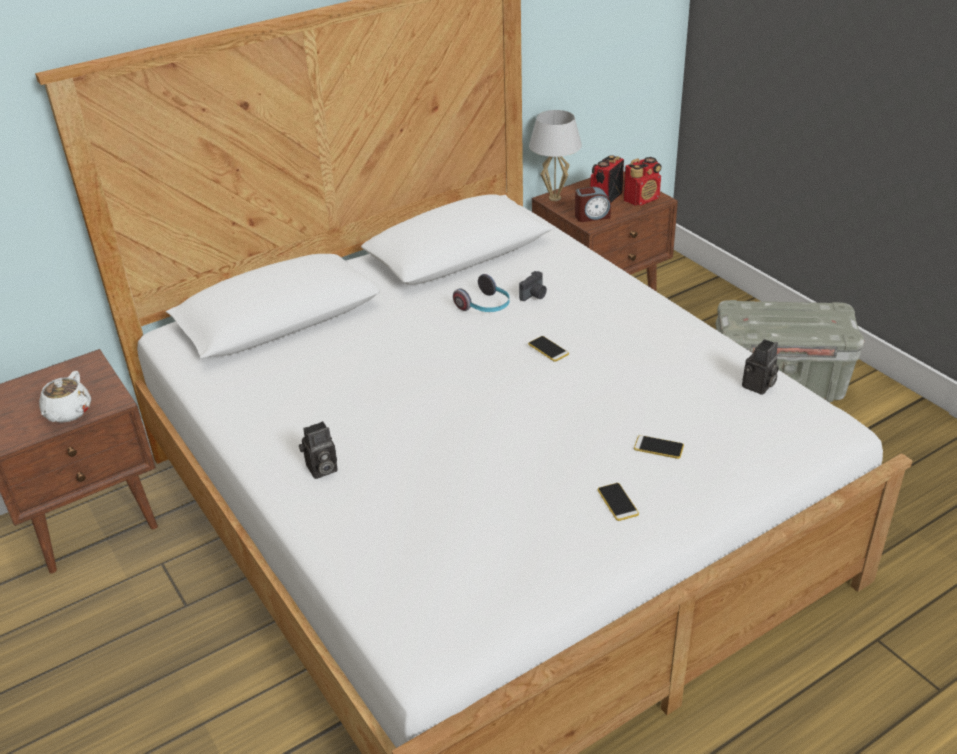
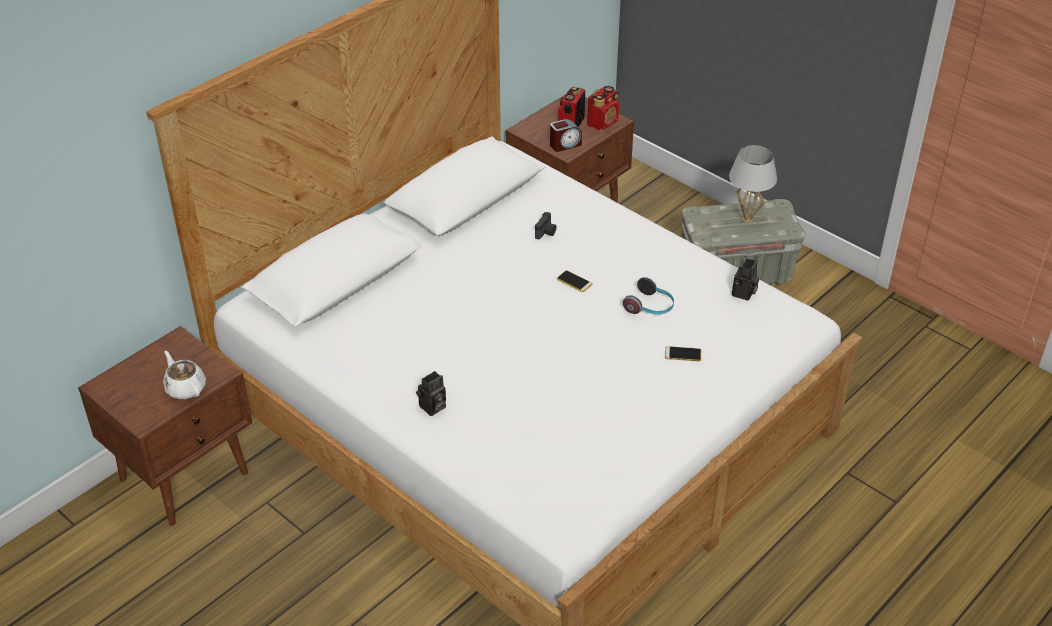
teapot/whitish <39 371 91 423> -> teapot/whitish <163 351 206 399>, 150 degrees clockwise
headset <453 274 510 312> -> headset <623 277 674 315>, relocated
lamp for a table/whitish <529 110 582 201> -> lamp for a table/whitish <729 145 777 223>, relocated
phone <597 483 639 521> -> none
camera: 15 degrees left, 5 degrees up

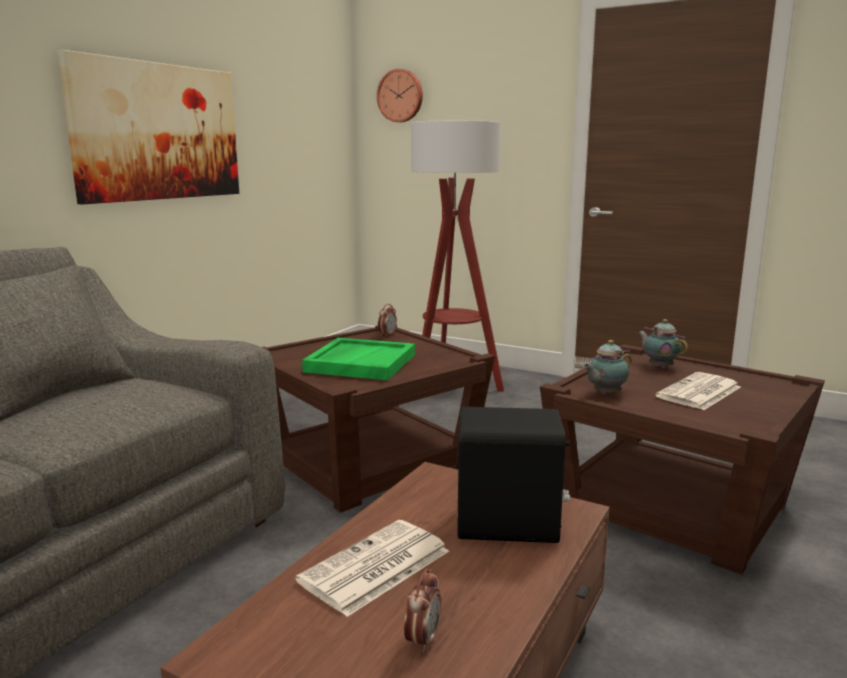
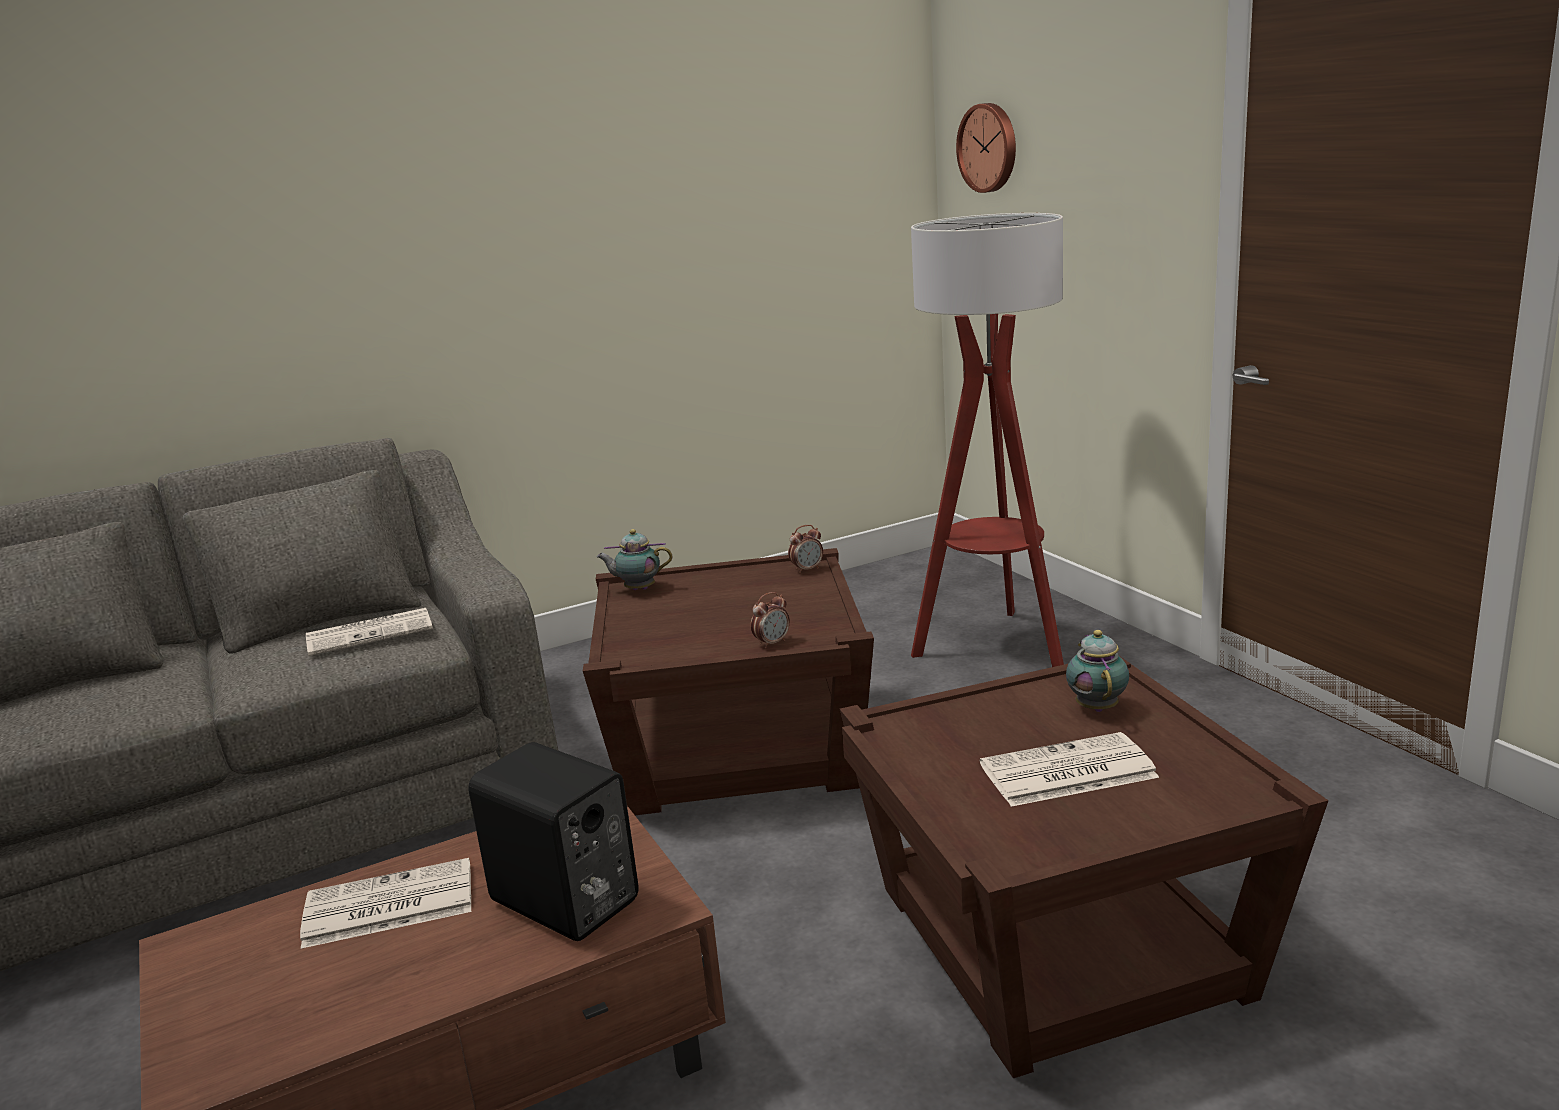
wall art <57 50 239 204> -> none
serving tray/greenish <302 338 415 380> -> none
bedside clock <404 569 441 653> -> bedside clock <751 592 790 649>, relocated
teapot <583 340 632 395> -> teapot <597 529 673 590>, relocated
none -> daily paper <306 608 433 656>
camera: 35 degrees right, 5 degrees up

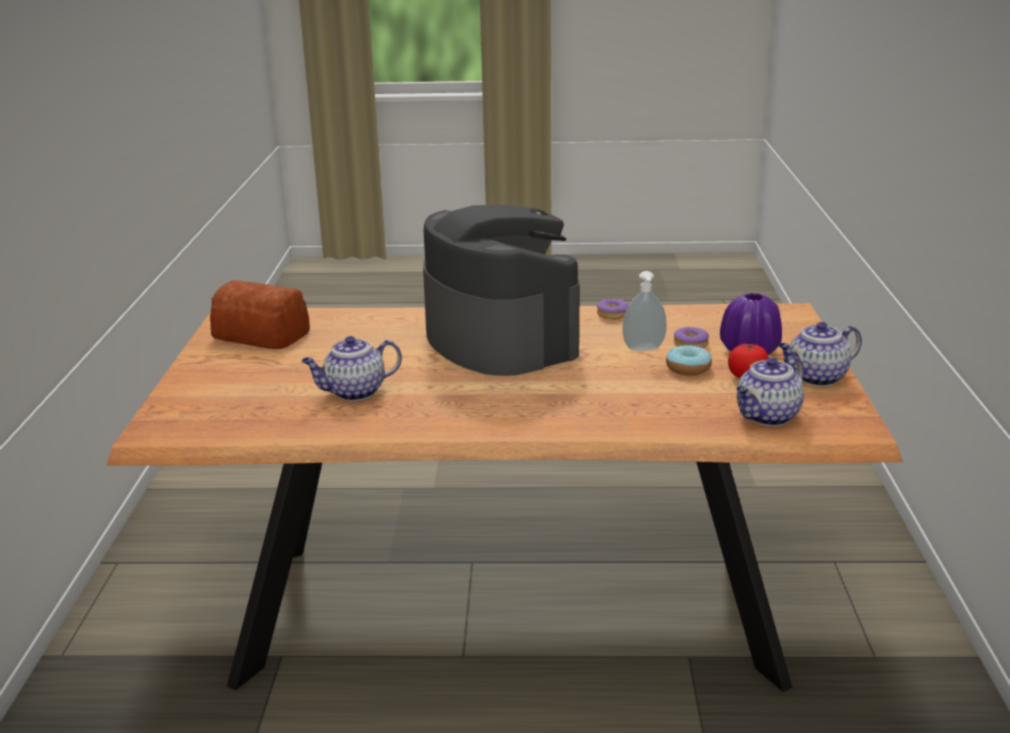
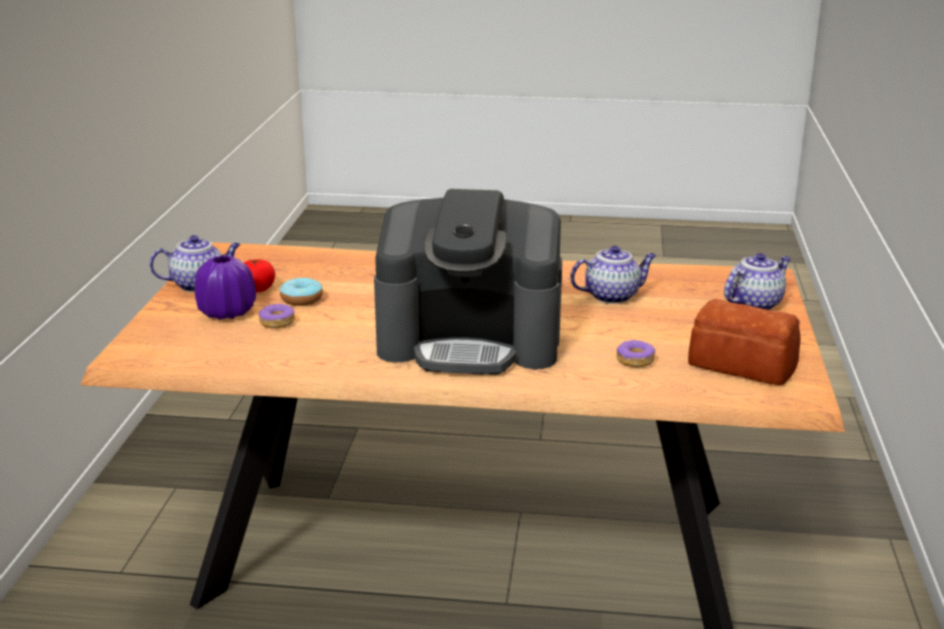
coffee brewer <423 205 580 376> -> coffee brewer <374 189 562 375>, 60 degrees counterclockwise
doughnut <597 298 629 319> -> doughnut <617 340 655 367>, relocated
liquid soap bottle <623 271 667 351> -> none
teapot <736 357 804 426> -> teapot <724 253 791 310>, relocated
camera: 175 degrees left, 0 degrees up

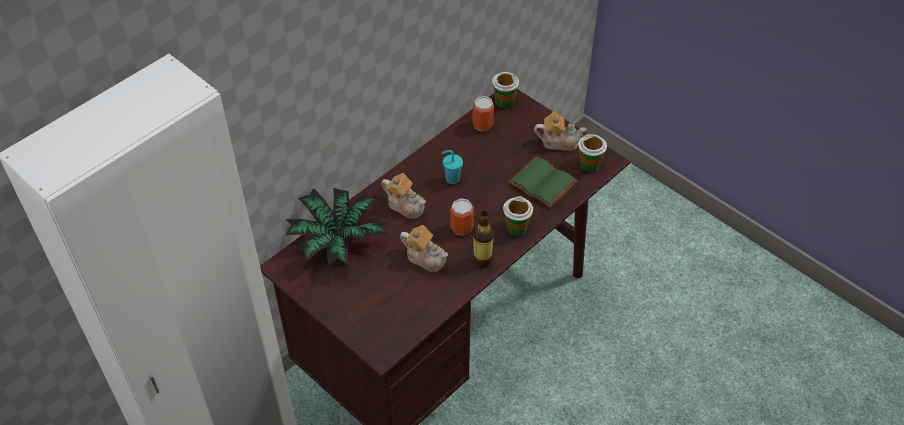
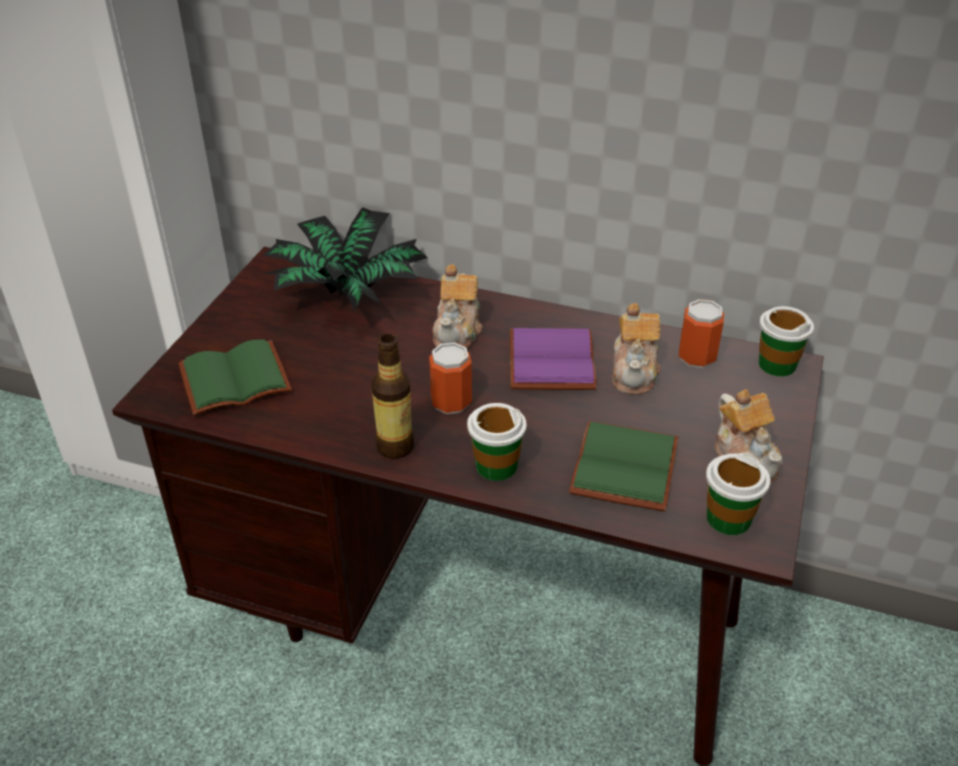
teapot <400 225 448 272> -> teapot <612 303 660 395>, relocated
cup/turquoise <442 150 463 184> -> book/purple <510 328 597 390>
none -> book/greenish <178 339 292 416>
camera: 65 degrees right, 10 degrees down

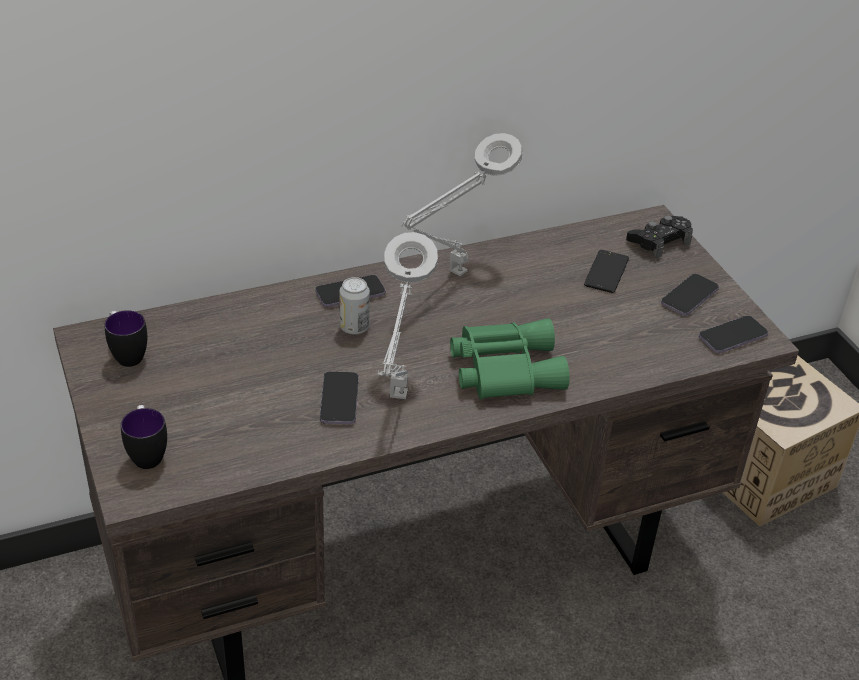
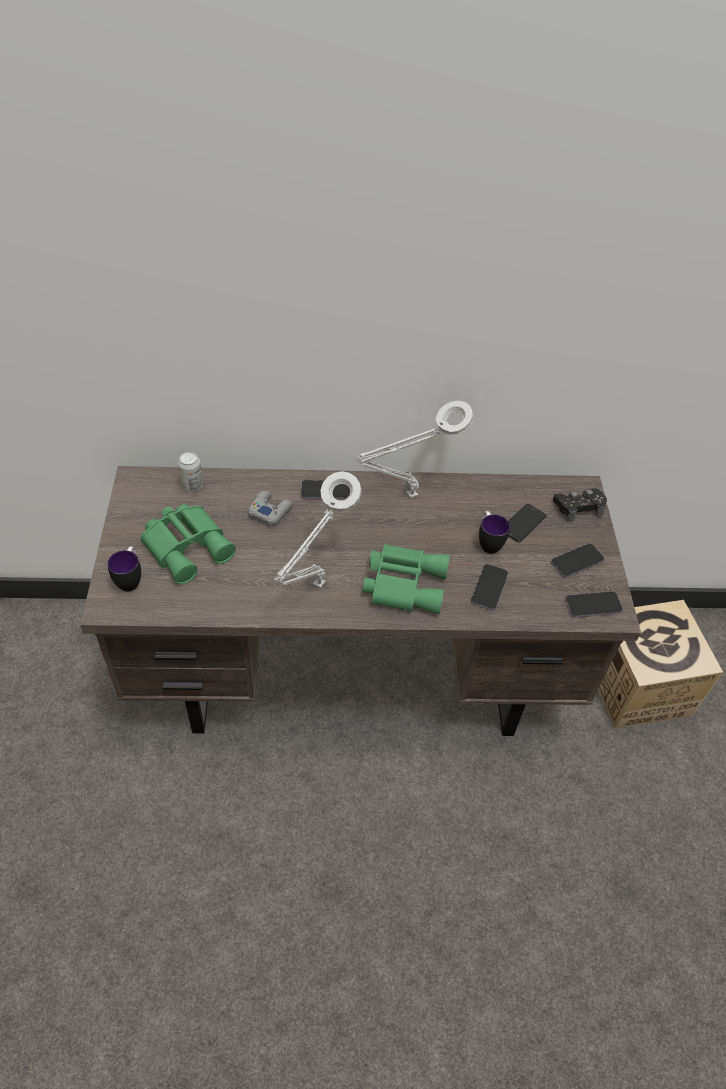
mug <104 310 147 367> -> mug <479 511 510 554>, relocated
phone <320 371 359 424> -> phone <471 564 508 610>, relocated
can <340 277 370 335> -> can <178 452 203 492>, relocated
none -> field glasses/greenish <141 504 236 584>
none -> game controller/greyish <248 491 293 525>
camera: 20 degrees right, 10 degrees up

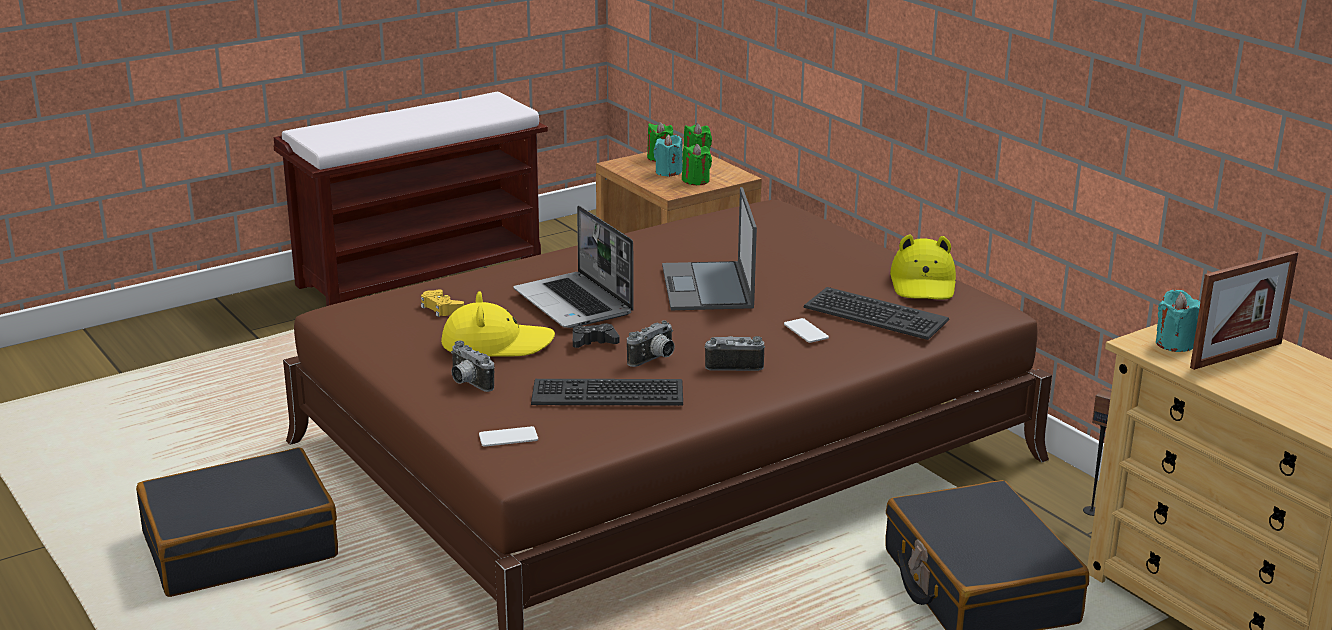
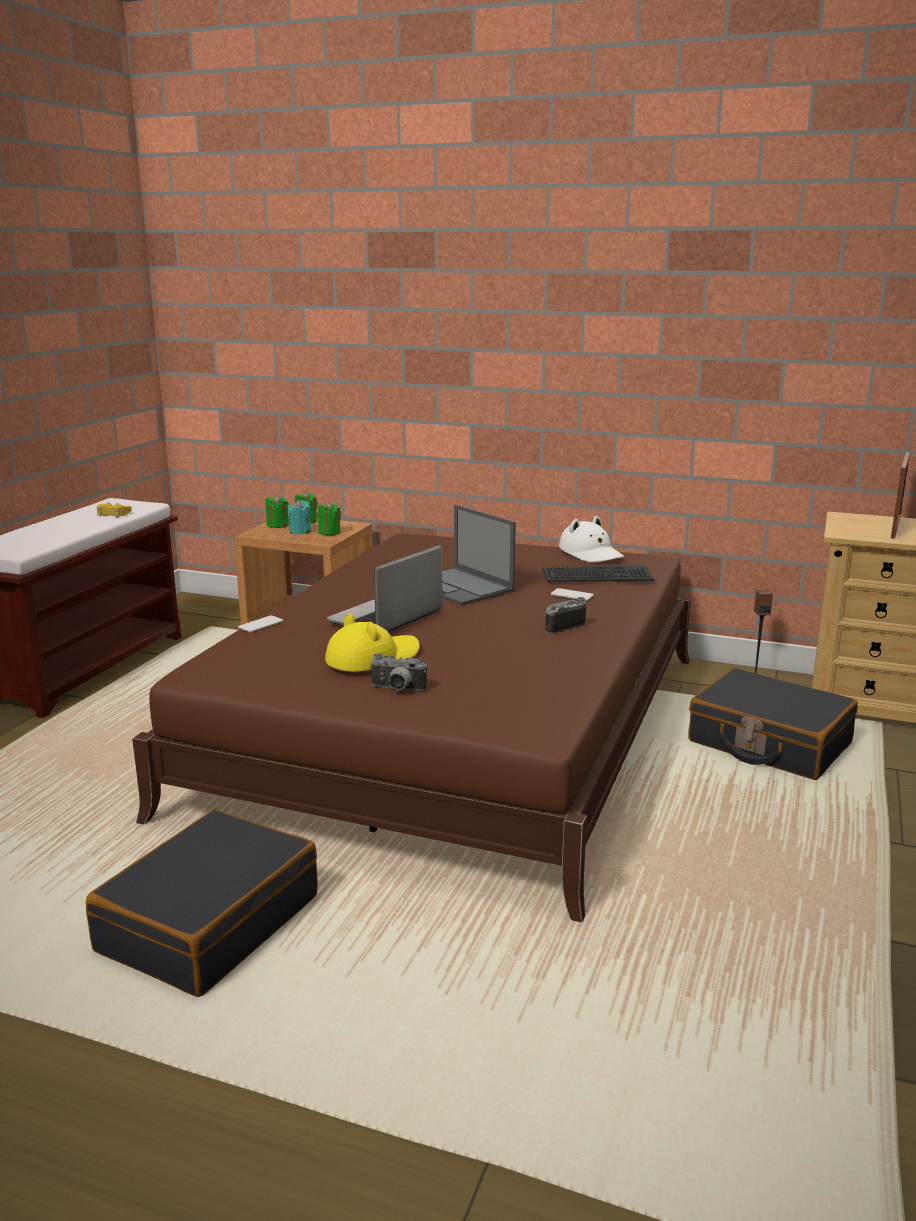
game controller/yellowish <421 290 464 317> -> game controller/yellowish <97 502 132 517>, relocated
phone <479 426 538 447> -> phone <238 615 283 632>, relocated
portable computer <513 205 634 328> -> portable computer <327 545 442 632>, 105 degrees clockwise
PC keyboard <531 379 683 406> -> none
game controller/black <573 323 619 348> -> none
still camera <627 320 675 367> -> none
wearable hat/yellowish <890 235 956 299> -> wearable hat/whitish <559 516 624 563>
wax light/turquoise <1156 289 1200 352> -> none
camera: 35 degrees left, 5 degrees down

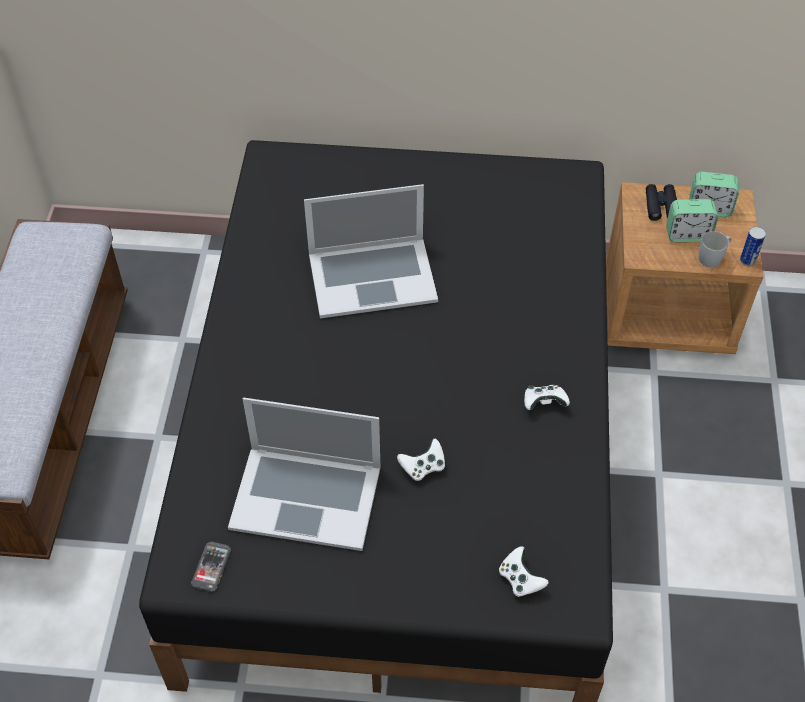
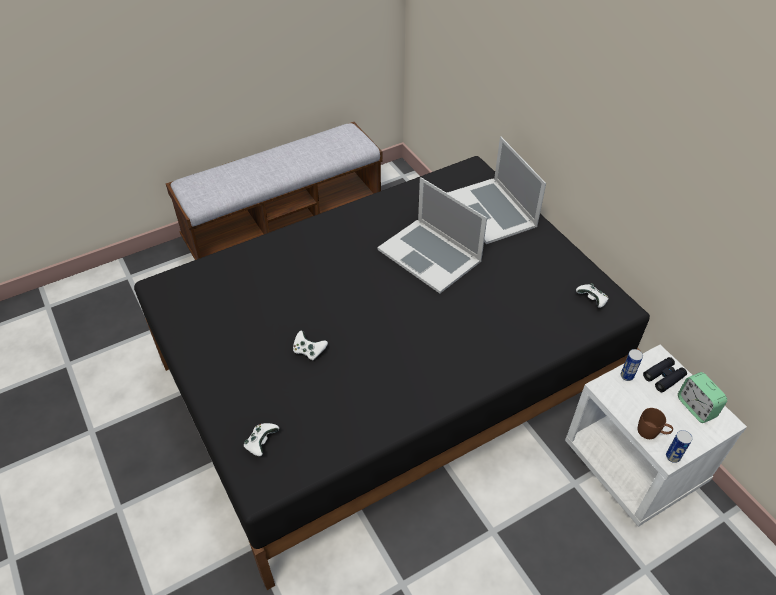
phone <191 542 231 592> -> none
portable computer <228 398 381 551> -> portable computer <447 136 546 244>, relocated
game controller/whitish <524 385 570 410> -> game controller/whitish <576 283 609 308>, relocated
bedside table/brown <606 182 763 354> -> bedside table/whitish <565 345 747 527>
bedside clock <666 199 718 242> -> none
mug/whitish <699 231 732 267> -> mug/brown <638 408 673 439>
none -> can <621 349 643 381>
camera: 55 degrees right, 5 degrees down

